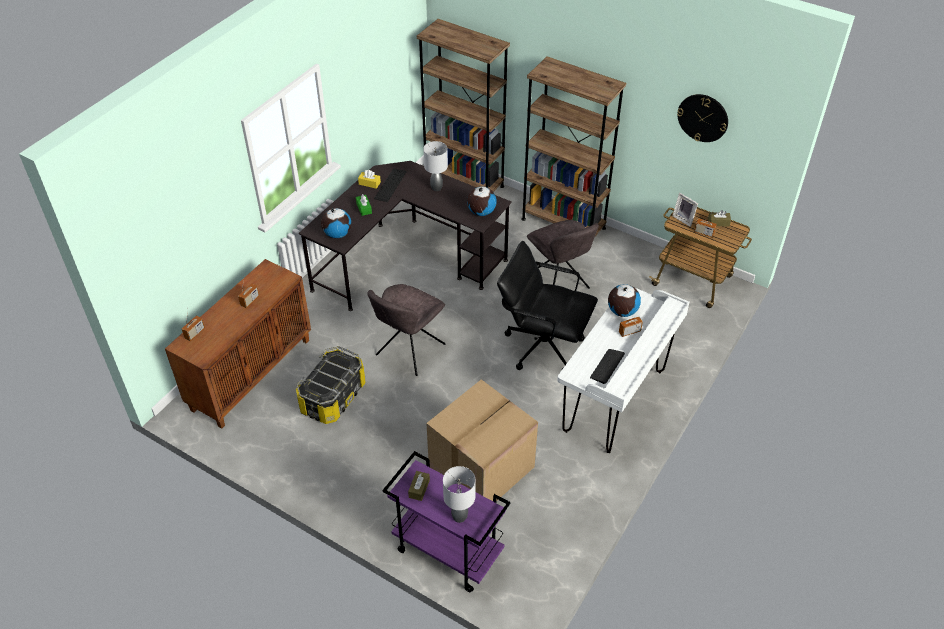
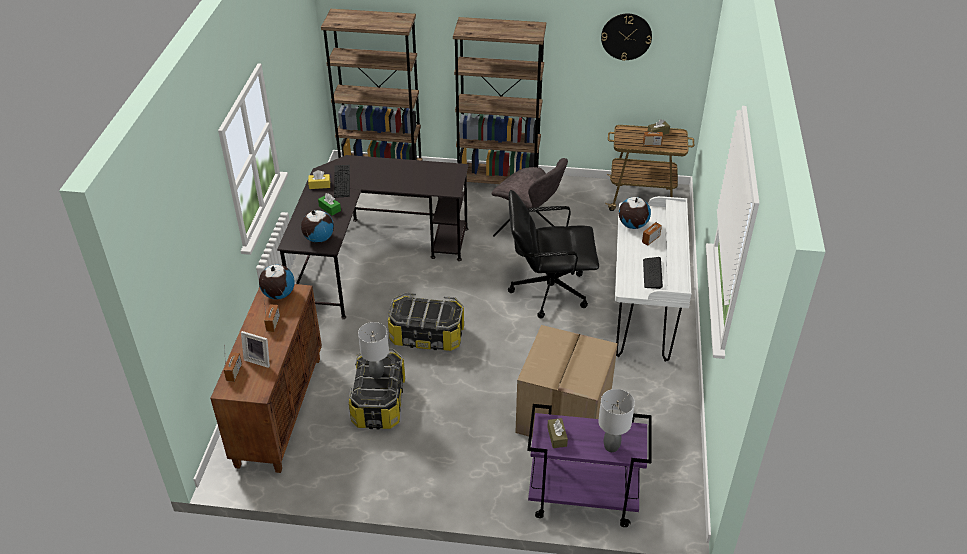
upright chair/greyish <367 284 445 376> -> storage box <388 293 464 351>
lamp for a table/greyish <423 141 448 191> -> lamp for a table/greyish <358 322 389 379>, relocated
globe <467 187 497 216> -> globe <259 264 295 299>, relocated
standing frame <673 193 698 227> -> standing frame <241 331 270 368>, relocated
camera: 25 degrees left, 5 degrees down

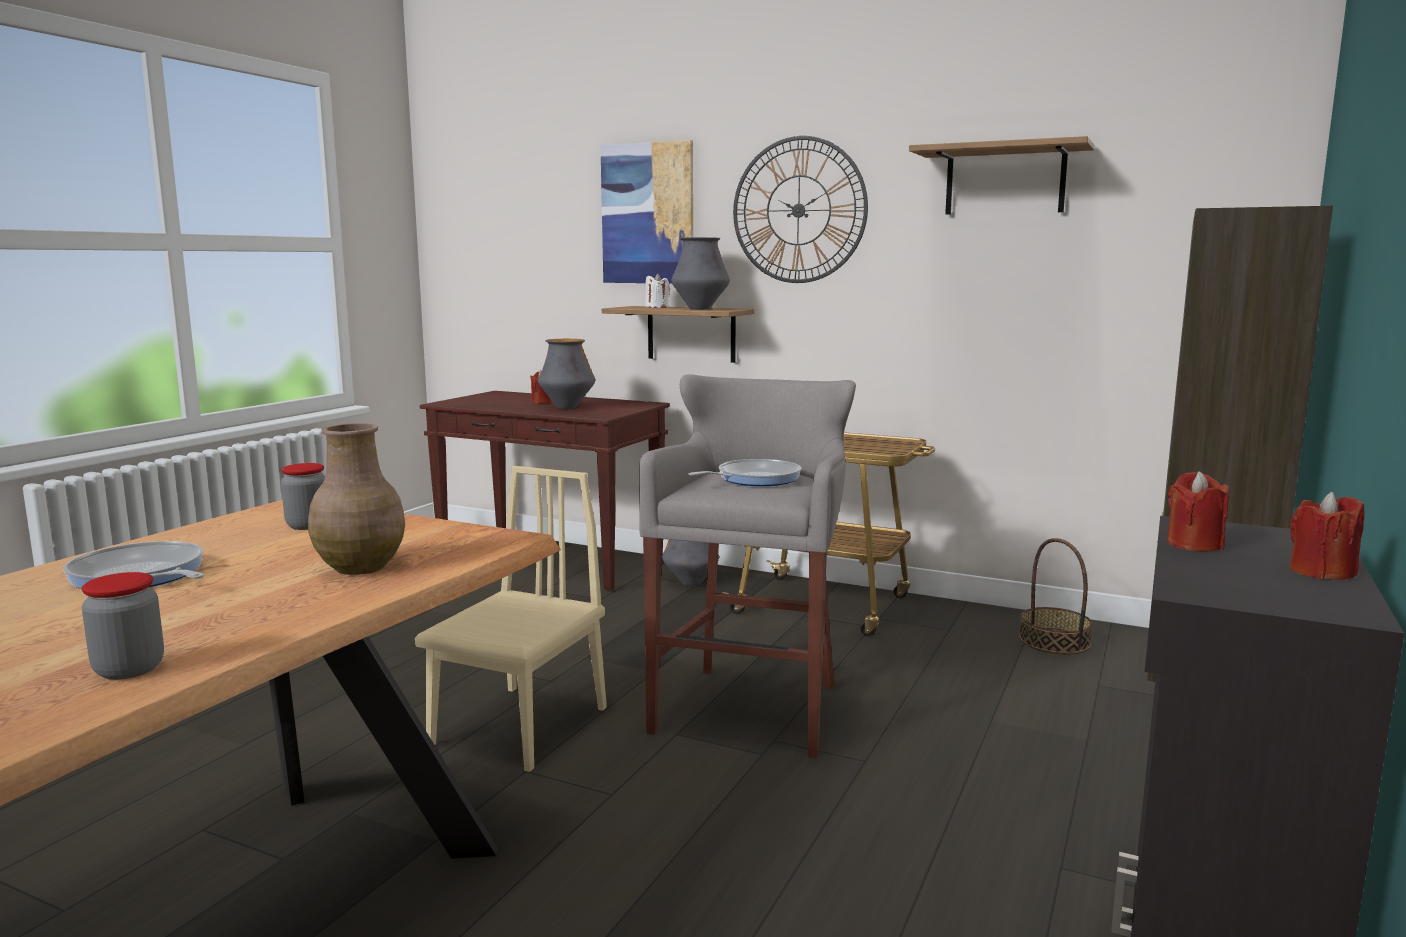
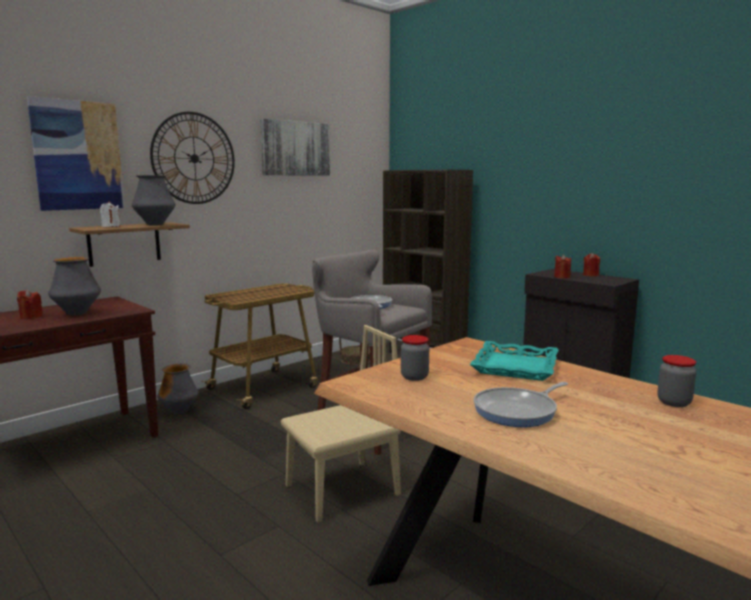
flower vase/brown <308 423 405 575> -> serving tray/turquoise <470 341 559 381>
upright chair/sand-coloured <415 466 607 772> -> upright chair/sand-coloured <281 325 401 522>, 105 degrees clockwise
bracket shelf <909 136 1095 215> -> wall art <260 118 330 176>
camera: 70 degrees left, 0 degrees up

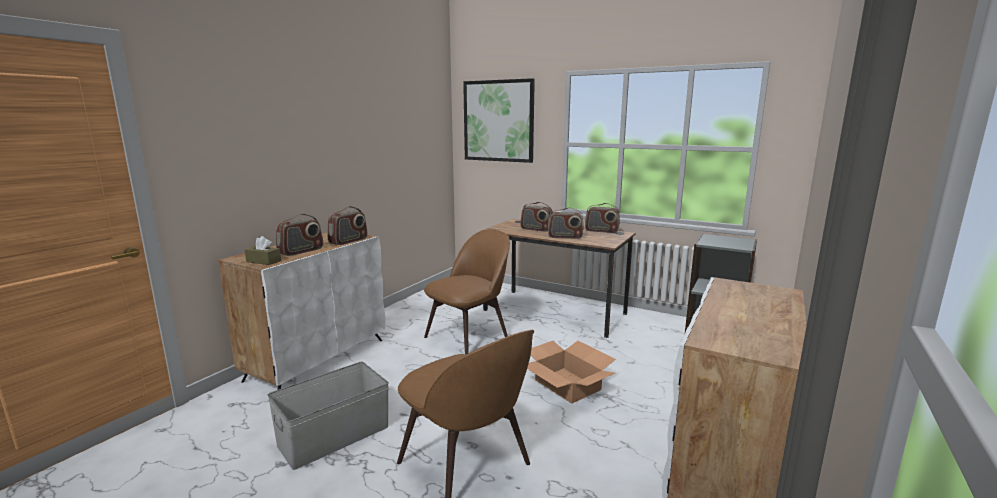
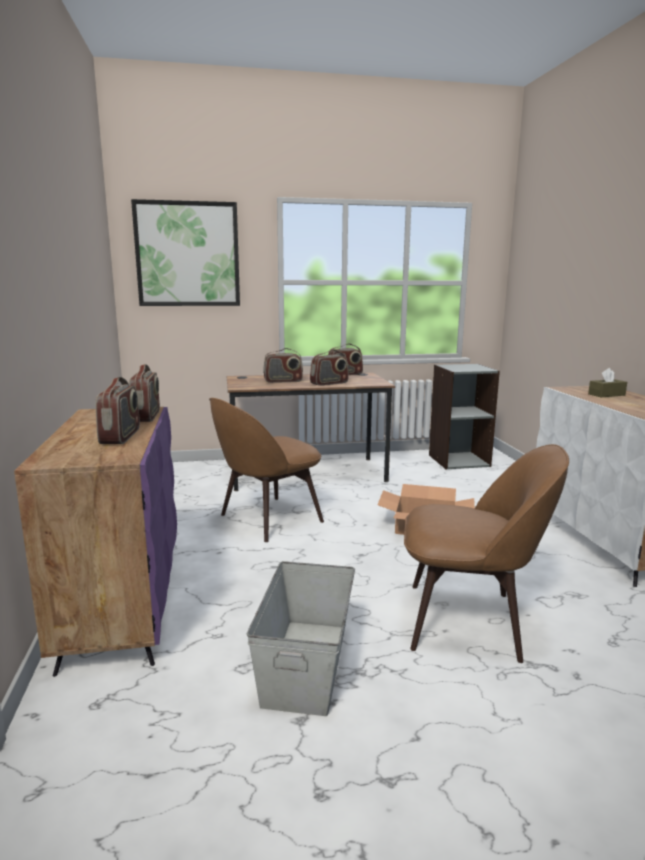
cabinet/whitish <218 233 385 390> -> cabinet/purple <14 407 177 677>
box of tissues/brown <245 236 281 265> -> box of tissues/brown <588 368 627 397>, relocated
upright chair/brown <424 229 510 354> -> upright chair/brown <209 398 324 542>, 135 degrees counterclockwise
camera: 40 degrees left, 0 degrees up

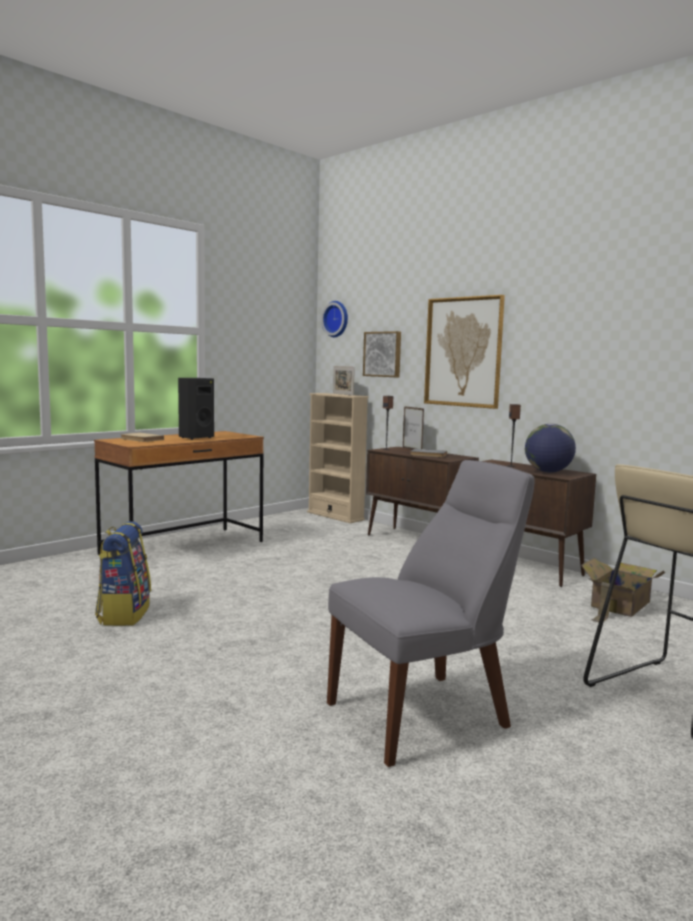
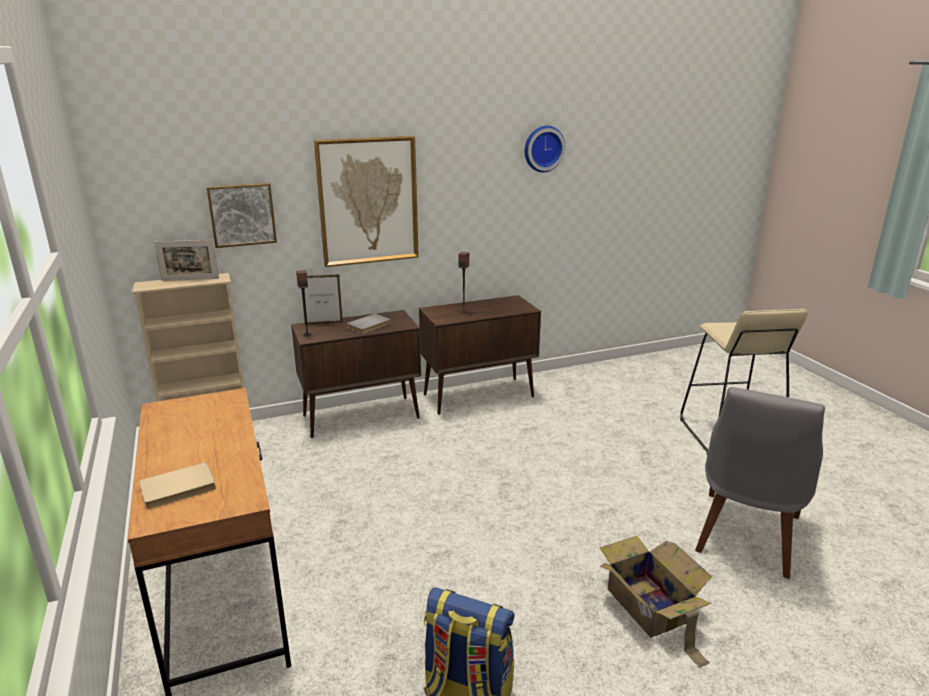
speaker/black <178 378 214 440> -> none
hanging clock <321 301 348 337> -> hanging clock <525 126 565 172>, relocated
upright chair/greyish <327 460 534 767> -> upright chair/greyish <695 387 825 579>, 150 degrees counterclockwise
globe <525 424 576 473> -> none
cardboard box <581 558 665 622> -> cardboard box <600 536 712 668>, relocated
camera: 65 degrees left, 15 degrees up

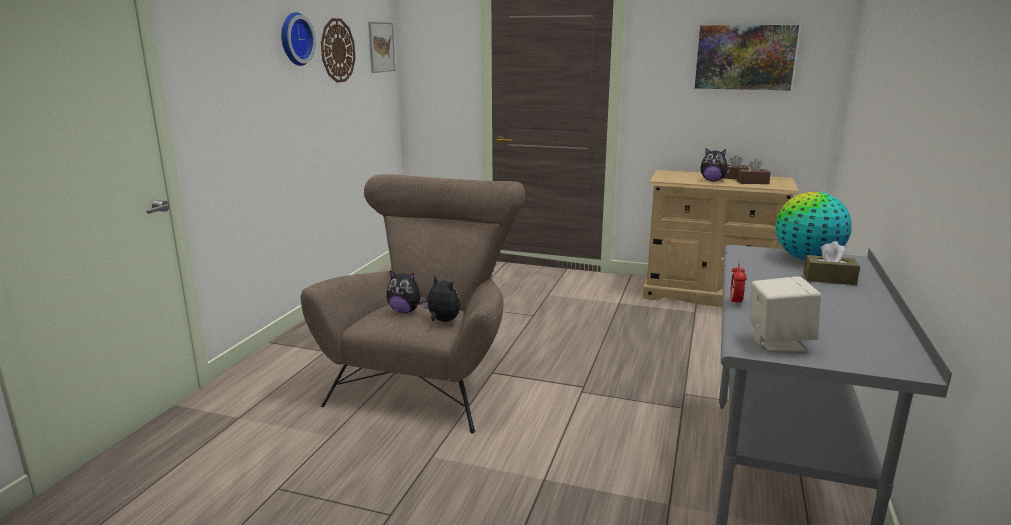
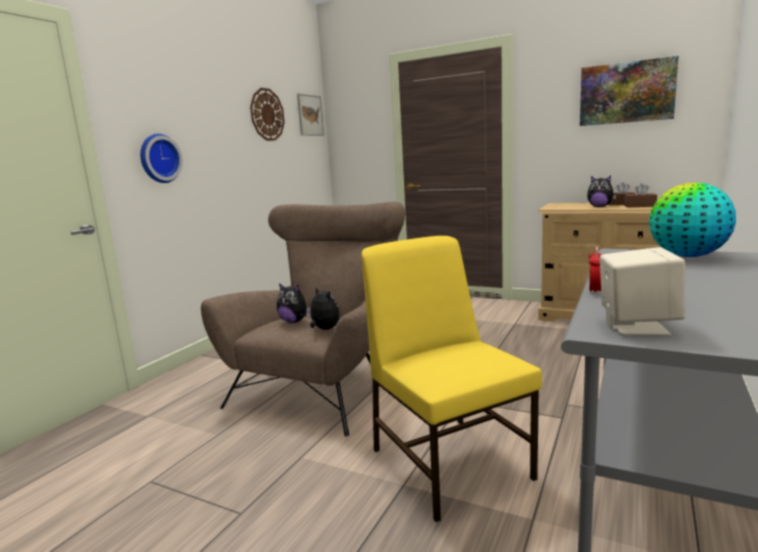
hanging clock <281 12 316 66> -> hanging clock <140 134 183 183>, relocated
box of tissues/brown <803 241 860 285> -> none
none -> upright chair/yellowish <361 236 542 522>
camera: 10 degrees right, 5 degrees down

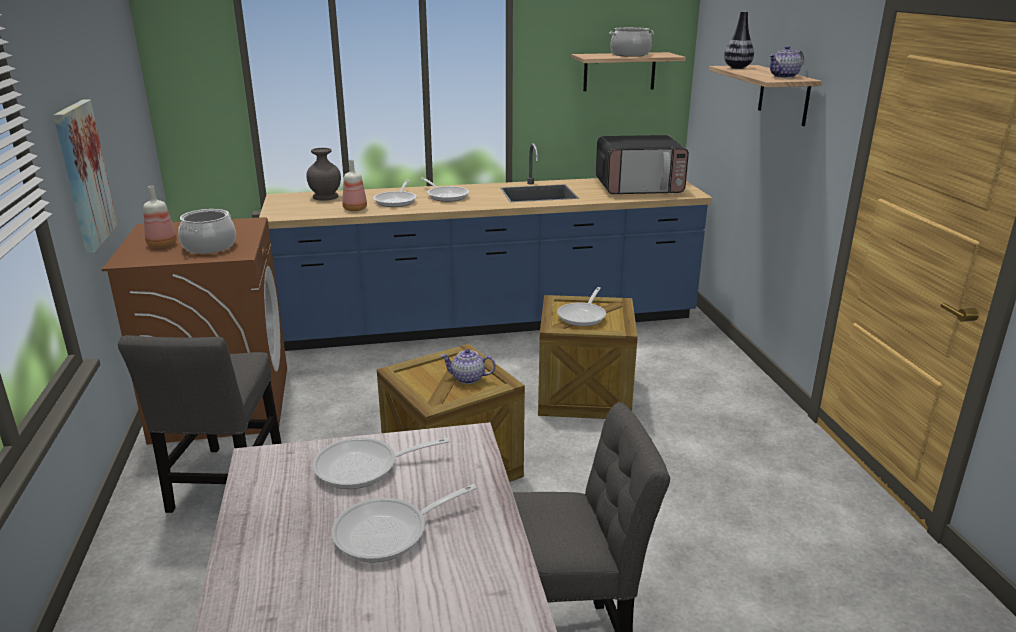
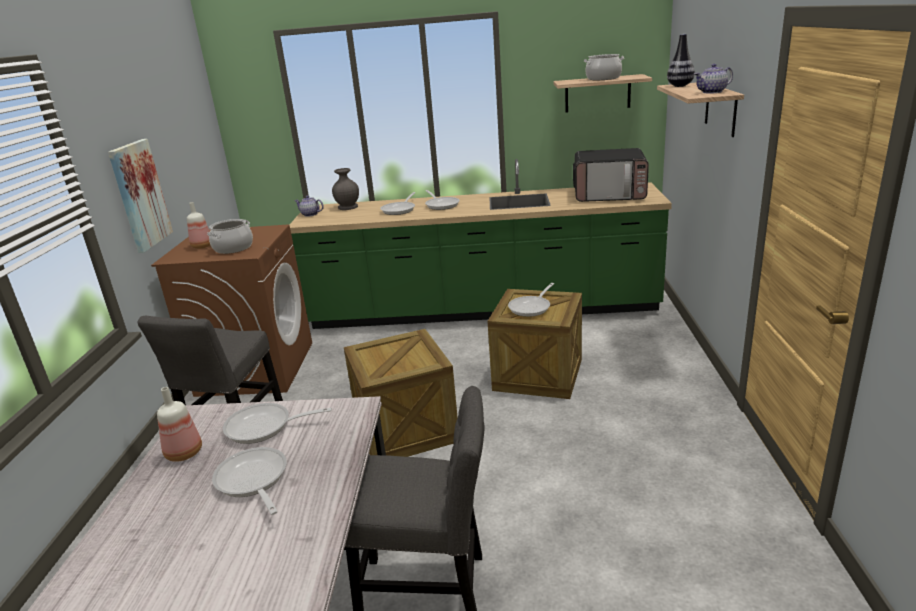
kitchen counter/blue <259 143 712 351> -> kitchen counter/greenish <289 159 672 329>
pan <332 484 477 563> -> pan <212 447 287 515>, 75 degrees clockwise
beverage bottle <342 160 367 211> -> beverage bottle <157 387 202 462>, relocated
teapot <441 349 496 384> -> teapot <294 195 324 217>, relocated
camera: 15 degrees right, 0 degrees up

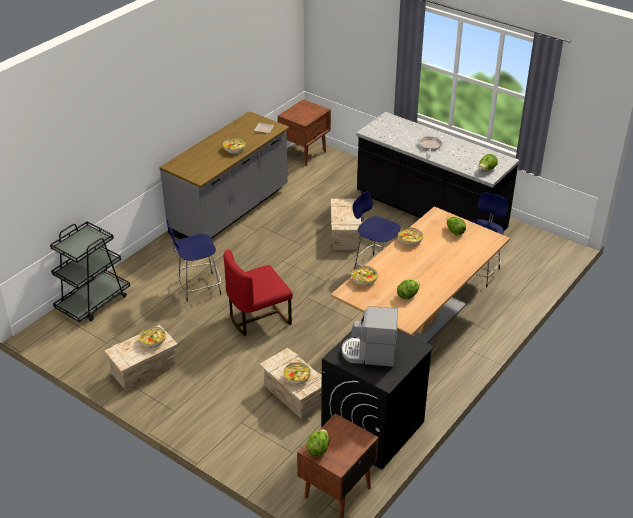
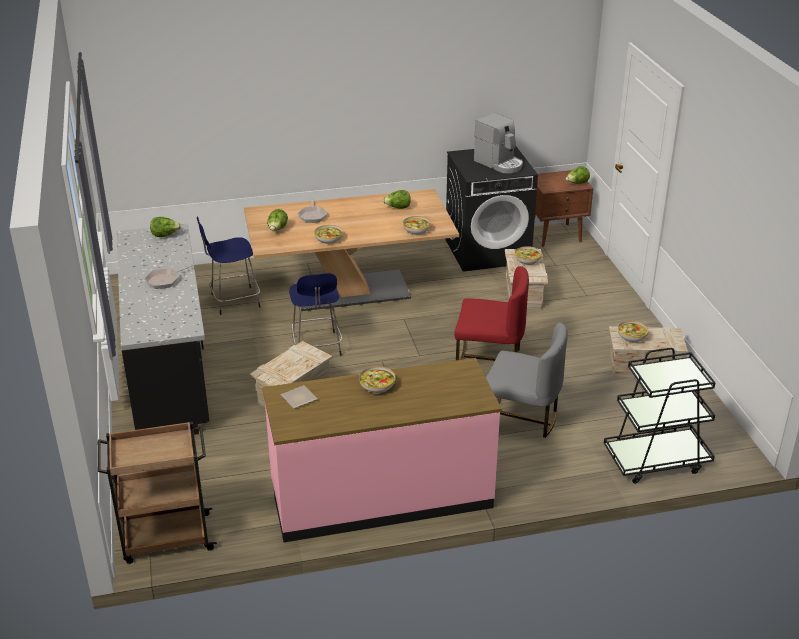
kitchen counter/greyish <159 111 289 239> -> kitchen counter/pink <262 358 502 542>
stool/blue <166 220 221 302> -> upright chair/greyish <486 323 568 438>
bedside table/brown <278 99 331 166> -> wheeled cart/brown <98 422 217 564>
none -> pan <297 199 328 223>
camera: 140 degrees left, 5 degrees down

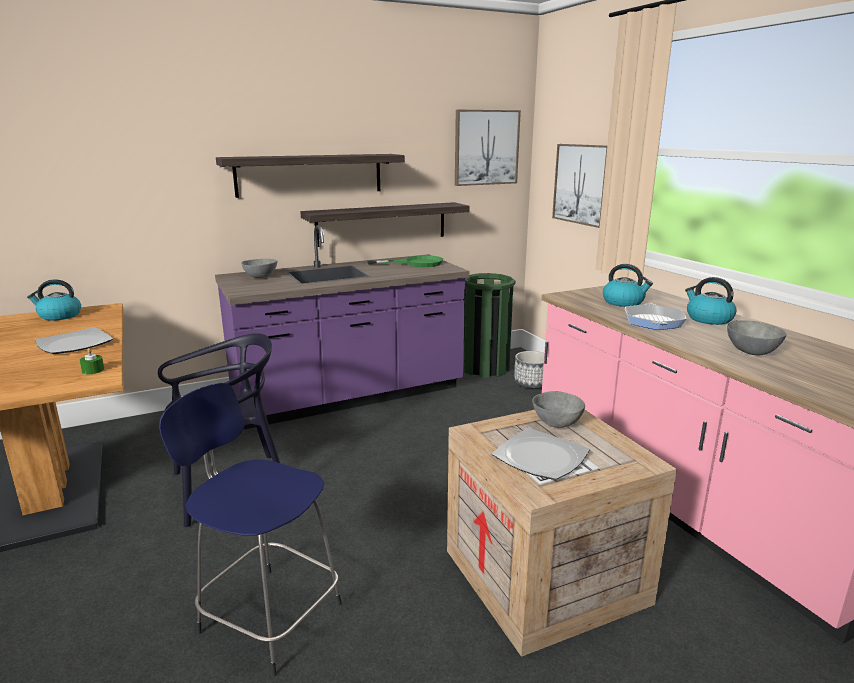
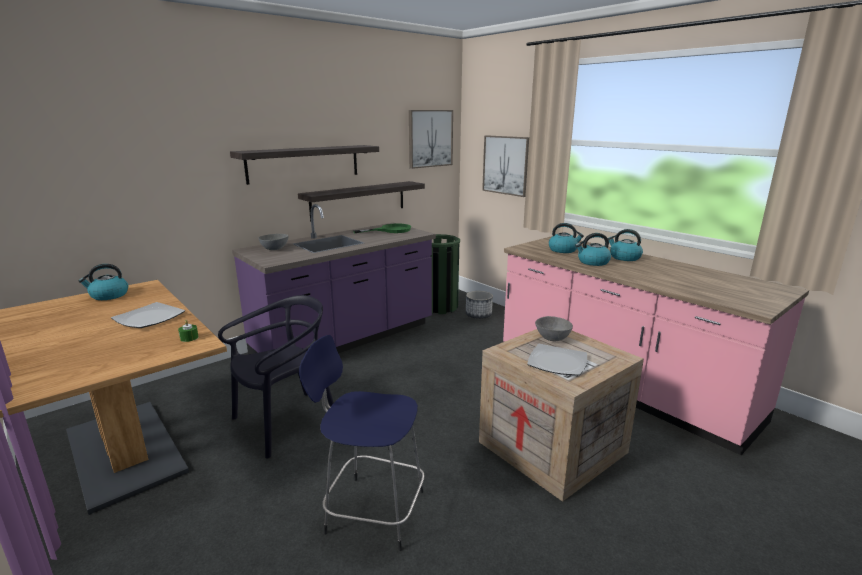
pan <625 303 686 330> -> kettle <575 233 611 266>
bowl/greyish <727 320 786 355> -> none
camera: 15 degrees left, 0 degrees up

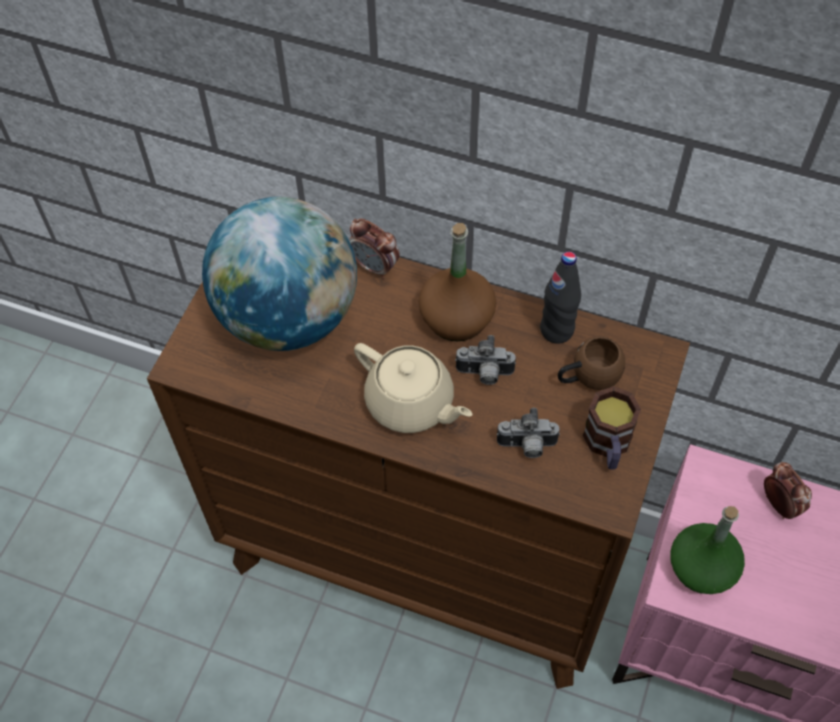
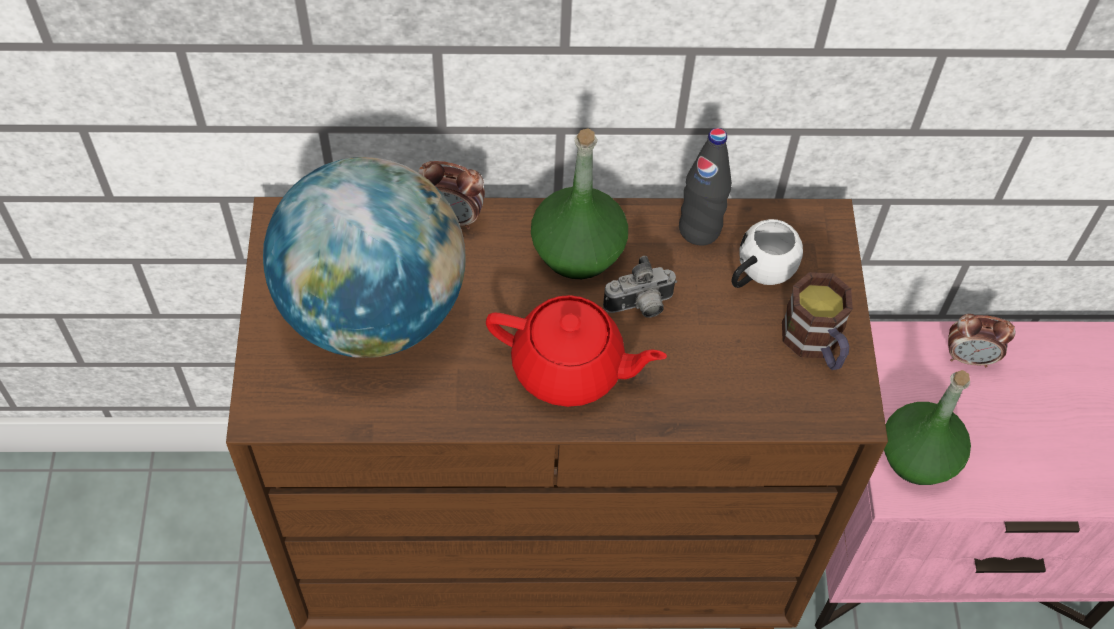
teapot/sand-coloured <354 343 473 433> -> teapot/reddish <486 295 667 407>
beverage bottle/brown <419 223 496 342> -> beverage bottle/greenish <531 128 628 279>
still camera <497 408 560 458> -> none
mug/brown <558 336 625 390> -> mug/whitish <732 219 803 288>
bedside clock <764 462 812 519> -> bedside clock <948 314 1015 367>, 150 degrees clockwise
camera: 25 degrees left, 0 degrees up

